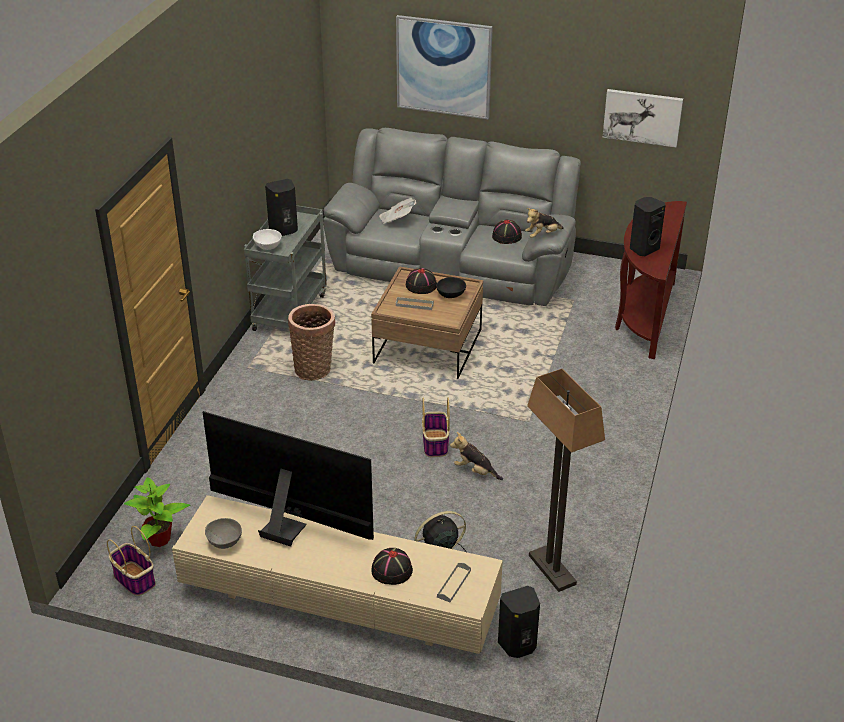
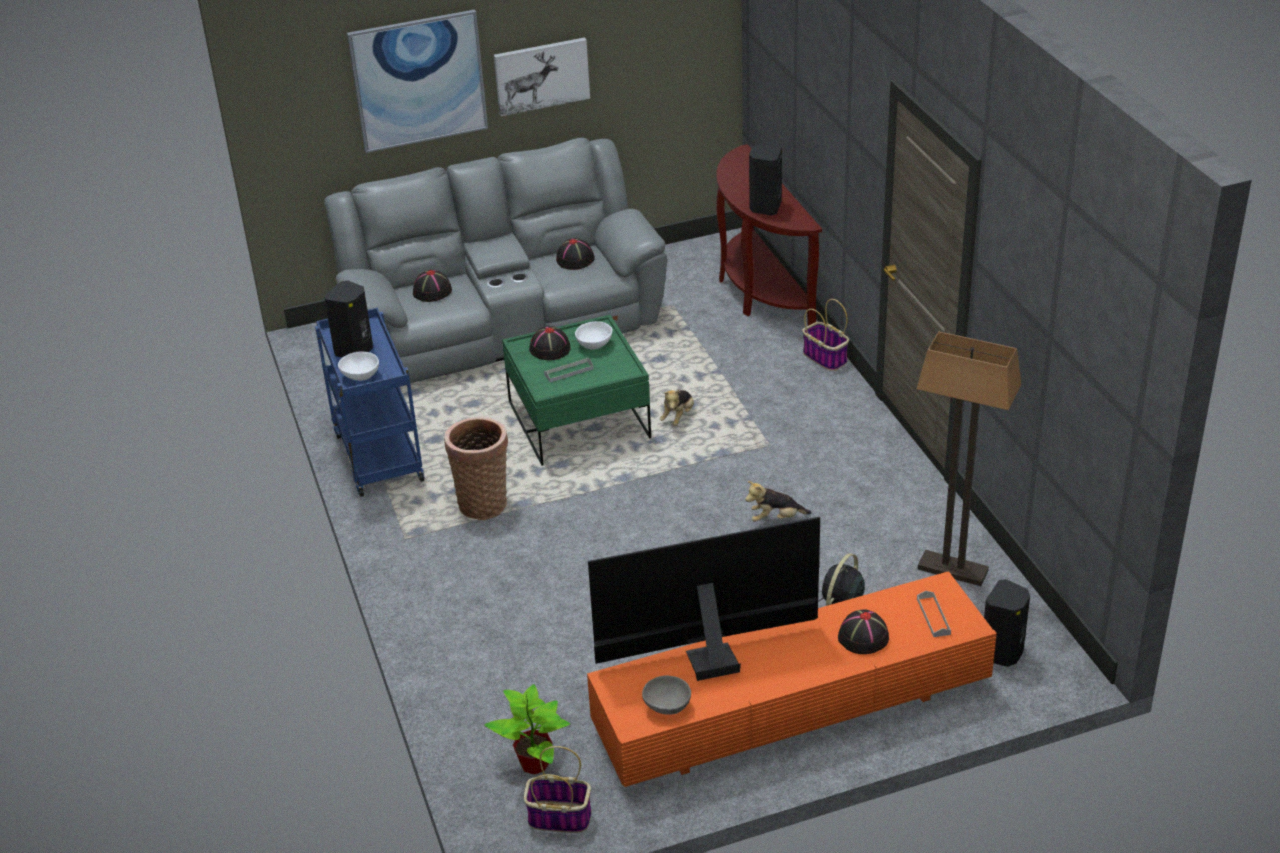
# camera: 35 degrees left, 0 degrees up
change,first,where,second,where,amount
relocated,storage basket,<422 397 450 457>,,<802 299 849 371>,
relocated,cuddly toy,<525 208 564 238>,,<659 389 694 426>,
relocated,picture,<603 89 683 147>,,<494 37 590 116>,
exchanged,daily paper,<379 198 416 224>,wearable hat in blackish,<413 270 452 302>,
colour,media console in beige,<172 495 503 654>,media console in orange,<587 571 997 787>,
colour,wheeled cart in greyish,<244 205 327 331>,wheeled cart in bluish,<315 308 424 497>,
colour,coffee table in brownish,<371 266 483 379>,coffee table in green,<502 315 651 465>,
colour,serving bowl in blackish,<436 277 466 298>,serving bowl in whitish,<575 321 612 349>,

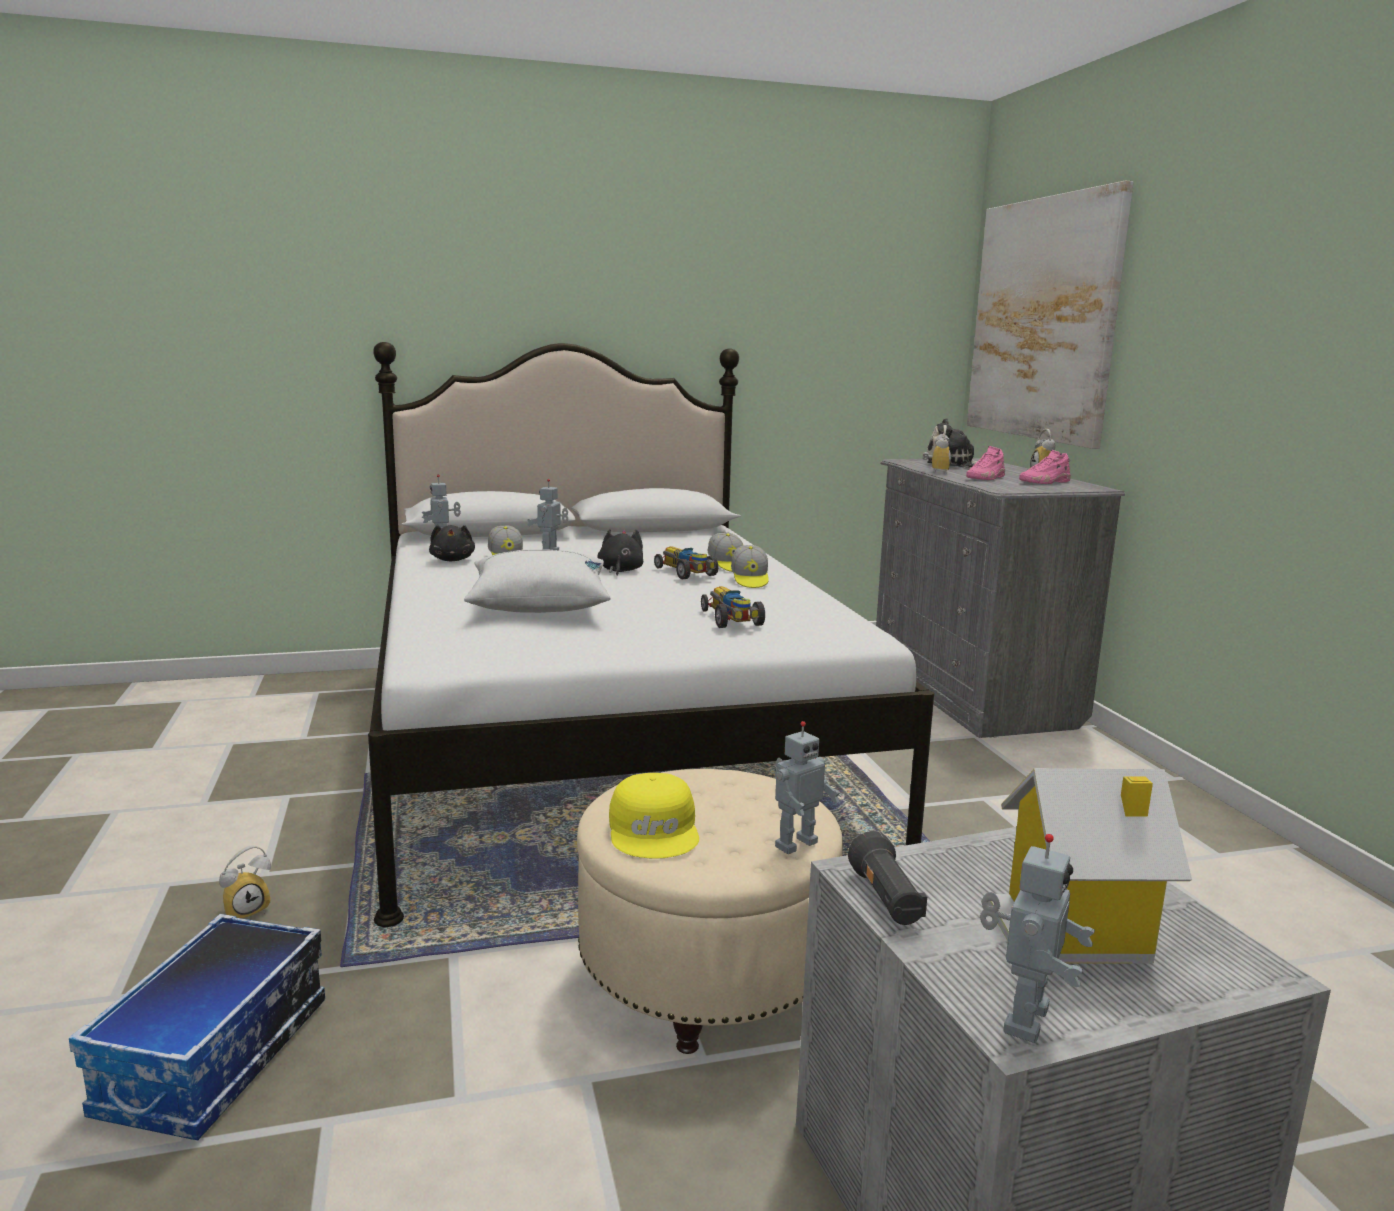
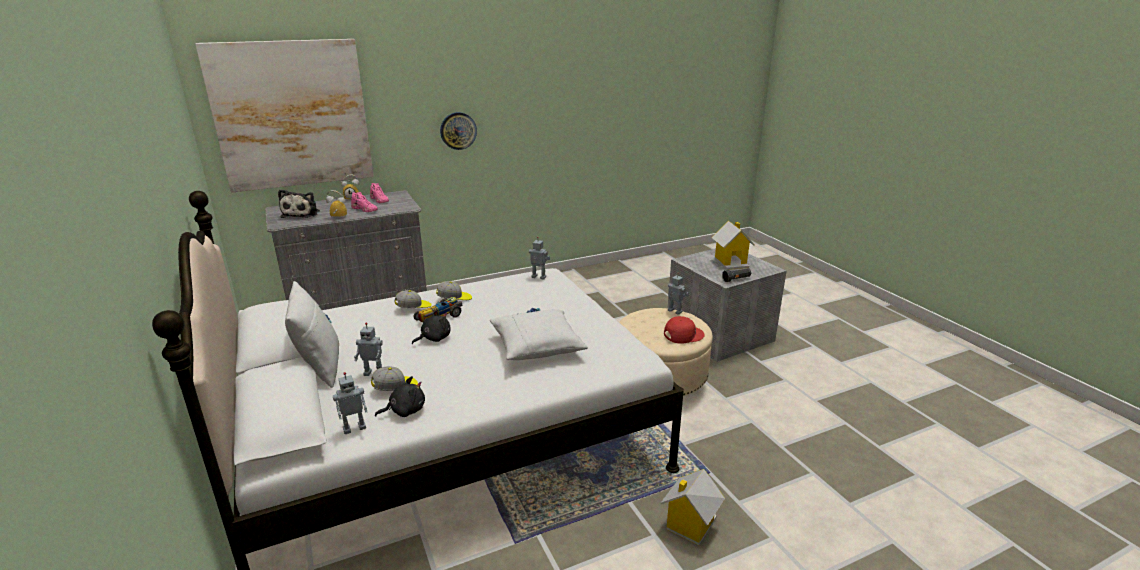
# camera: 100 degrees left, 10 degrees up
change,first,where,second,where,amount
missing,storage bin,<69 914 325 1140>,,,
missing,model car,<701 586 765 628>,,,
appeared,,,pillow in greyish,<285 281 339 388>,
appeared,,,clock on the wall,<440 112 477 150>,
relocated,toy robot,<980 834 1095 1043>,,<529 237 550 280>,
exchanged,bedside clock,<219 845 271 919>,miniature house,<661 469 725 545>,
colour,peaked cap in yellow-coloured,<609 773 699 859>,peaked cap in reddish,<664 316 705 344>,
spun,cuddly toy in blackish,<597 529 643 576>,,<412 310 451 345>,150 degrees clockwise

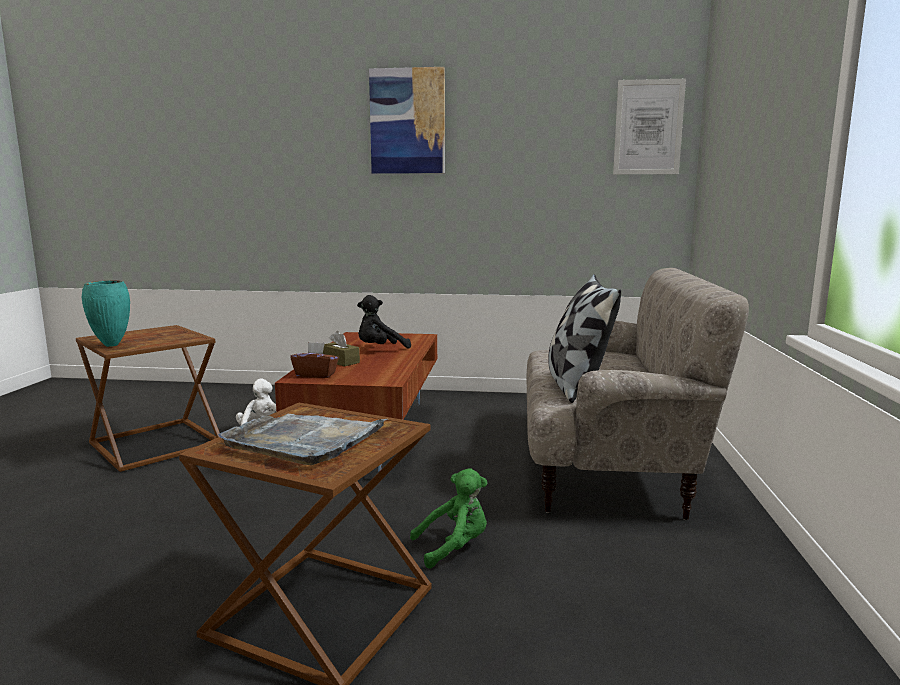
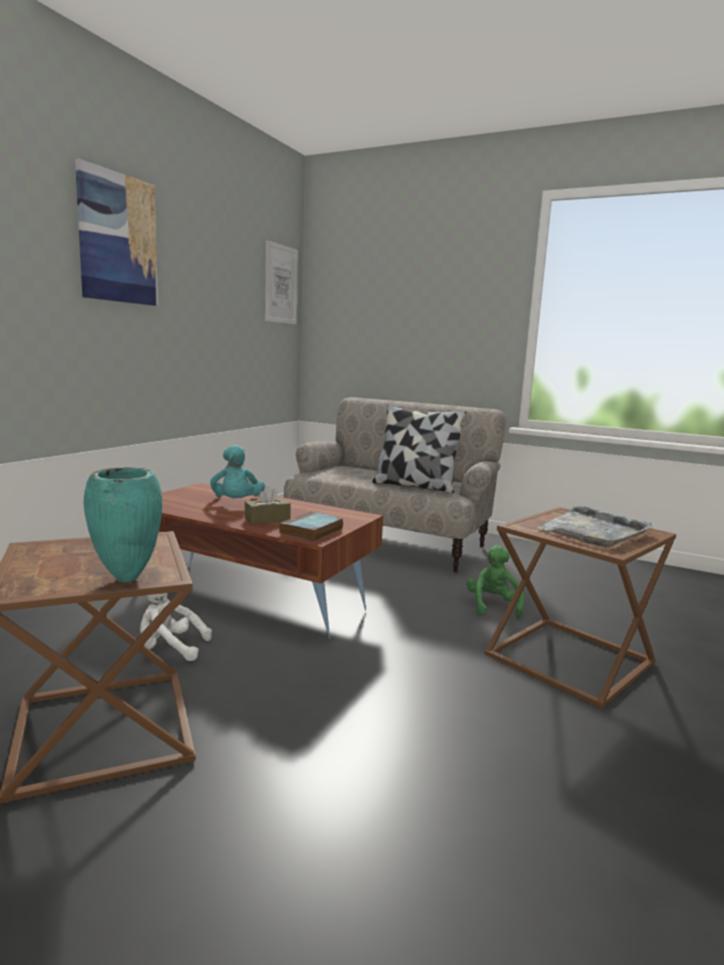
# camera: 70 degrees left, 0 degrees up
change,first,where,second,where,amount
exchanged,tissue holder in brownish,<290 342 339 378>,volume,<279 511 343 542>,
colour,cuddly toy in blackish,<357 295 411 349>,cuddly toy in turquoise,<210 445 265 498>,

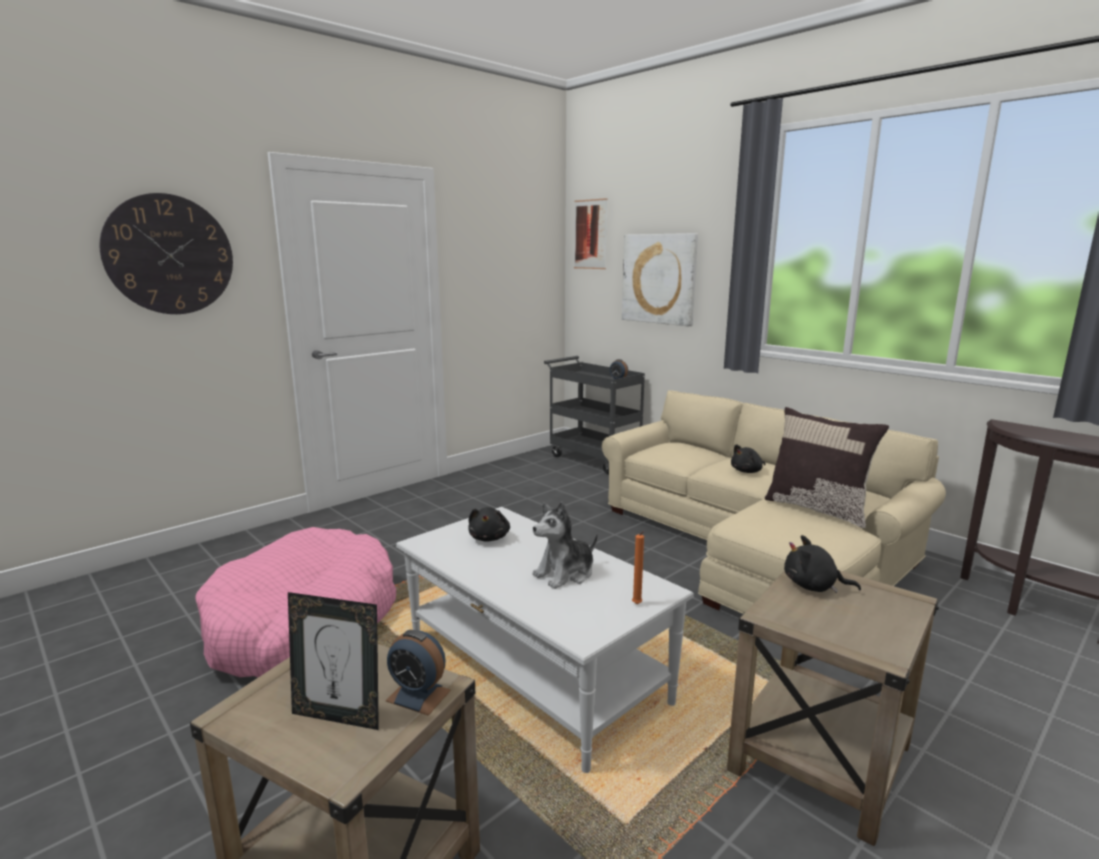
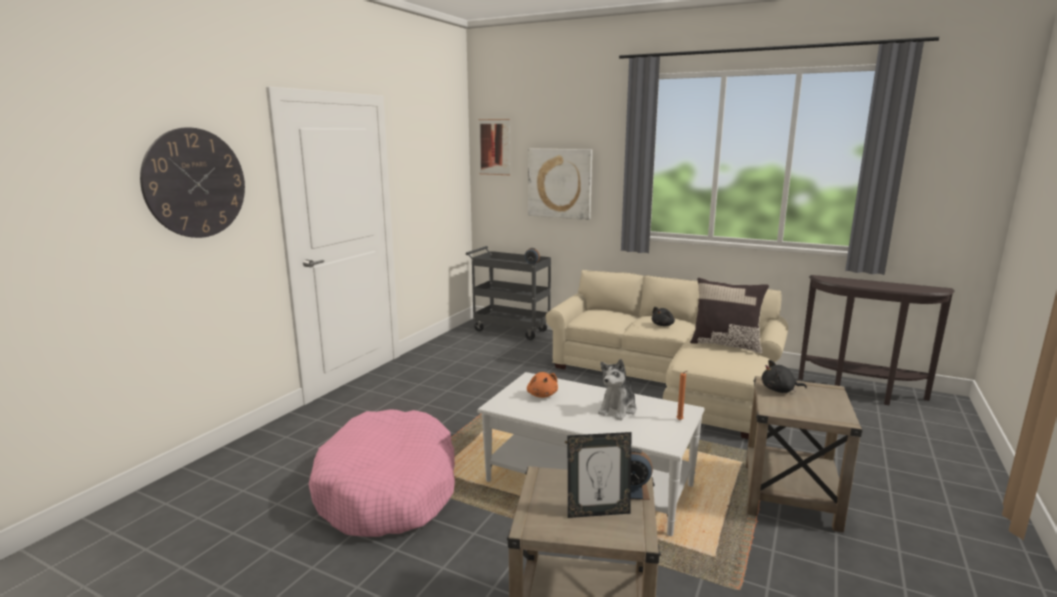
# camera: 20 degrees left, 0 degrees up
change,first,where,second,where,amount
colour,cuddly toy in blackish,<468 507 510 542>,cuddly toy in orange,<527 372 558 398>,

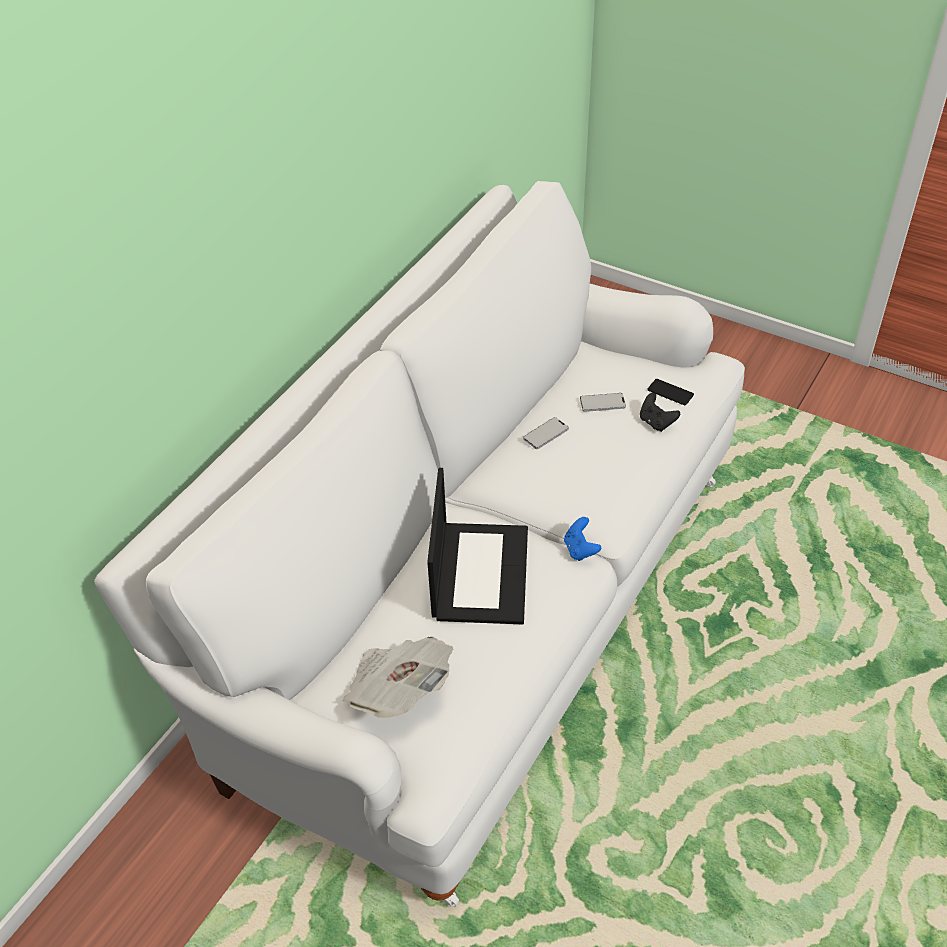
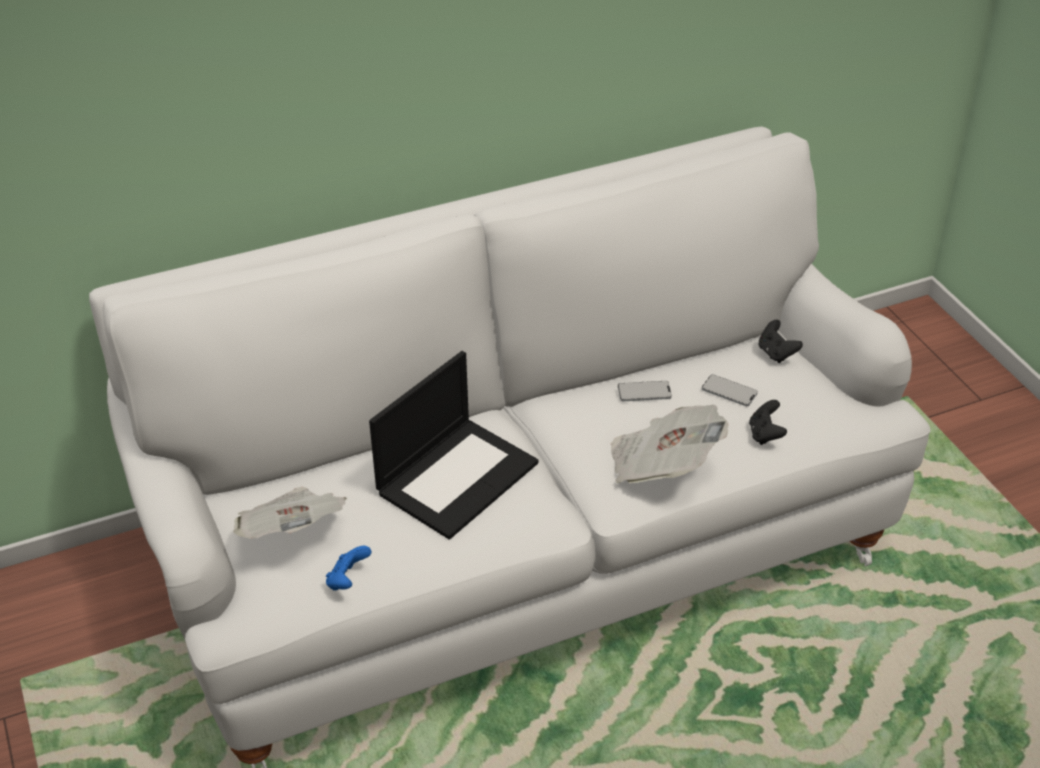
# camera: 35 degrees right, 5 degrees down
change,first,where,second,where,amount
missing,telephone,<647 379 694 405>,,,
appeared,,,daily paper,<611 405 728 483>,
appeared,,,gamepad in blackish,<759 320 803 363>,
relocated,gamepad in bluish,<564 517 601 561>,,<326 546 372 590>,

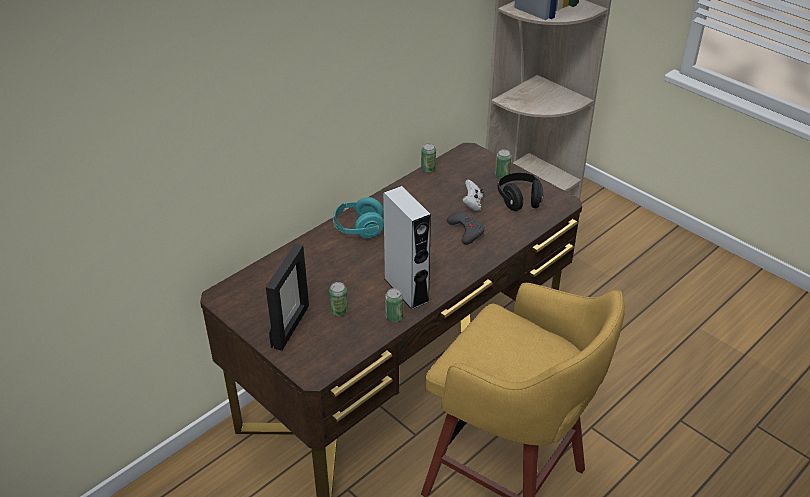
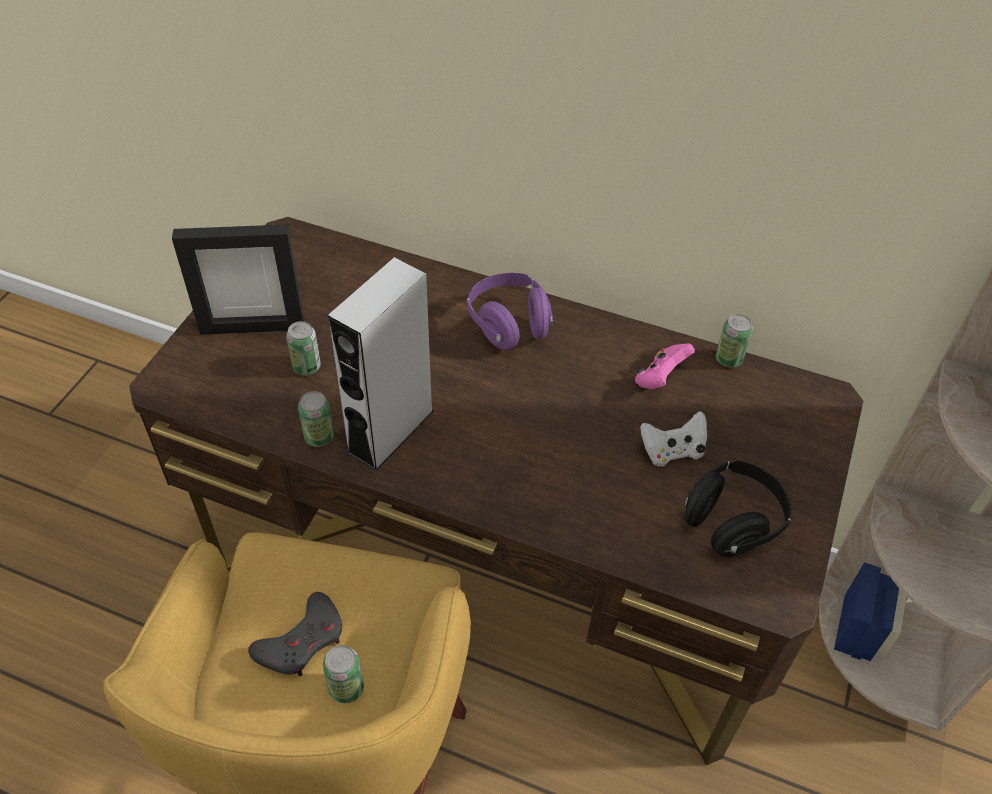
# camera: 65 degrees right, 10 degrees up
change,first,where,second,where,amount
appeared,,,gamepad in pink,<635 343 695 389>,
relocated,gamepad in greyish,<447 212 485 245>,,<248 592 342 677>,
relocated,metal can,<495 149 511 179>,,<323 645 364 703>,
colour,pair of headphones in turquoise,<333 197 384 238>,pair of headphones in purple-coloured,<467 273 553 350>,

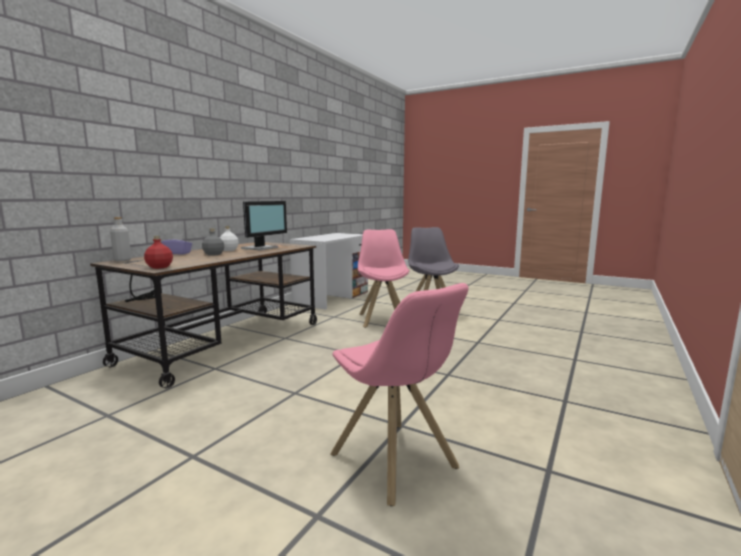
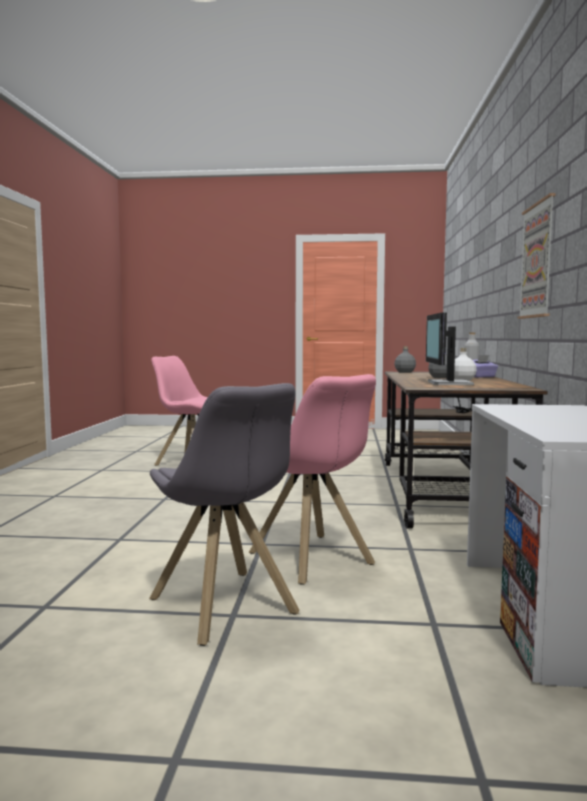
# camera: 155 degrees right, 5 degrees down
change,first,where,second,where,amount
appeared,,,picture,<517 193 556 319>,
colour,beverage bottle in reddish,<144 236 173 269>,beverage bottle in greyish,<394 346 416 373>,

